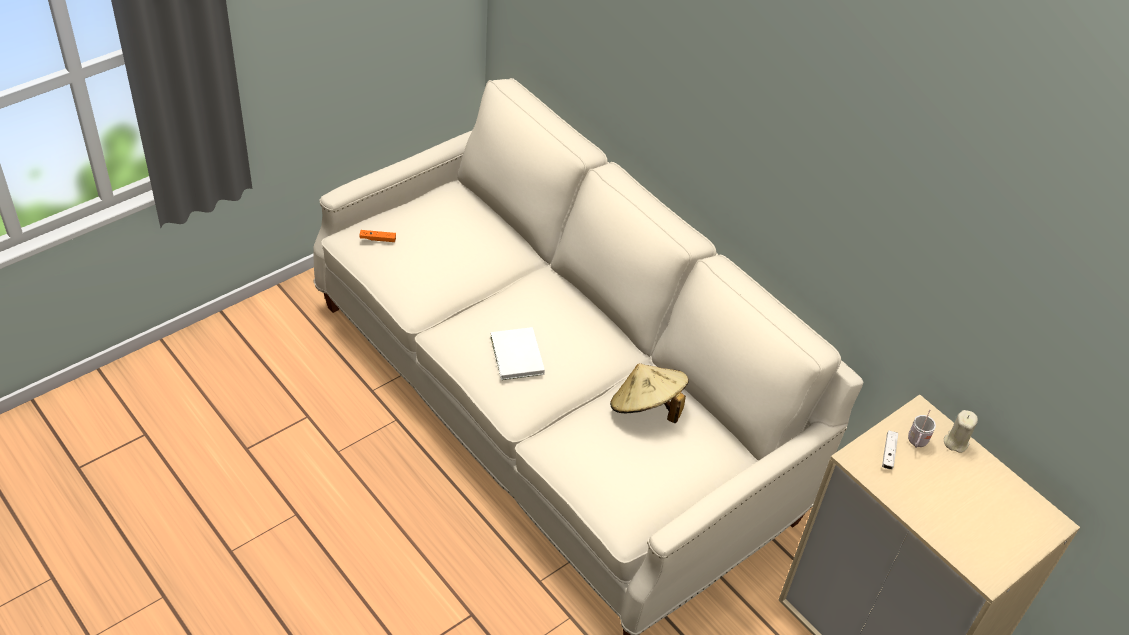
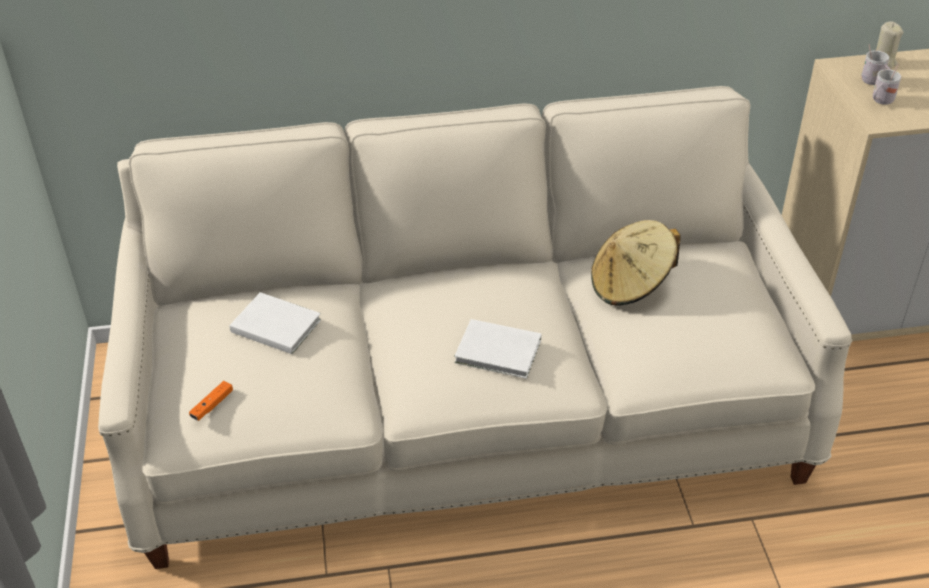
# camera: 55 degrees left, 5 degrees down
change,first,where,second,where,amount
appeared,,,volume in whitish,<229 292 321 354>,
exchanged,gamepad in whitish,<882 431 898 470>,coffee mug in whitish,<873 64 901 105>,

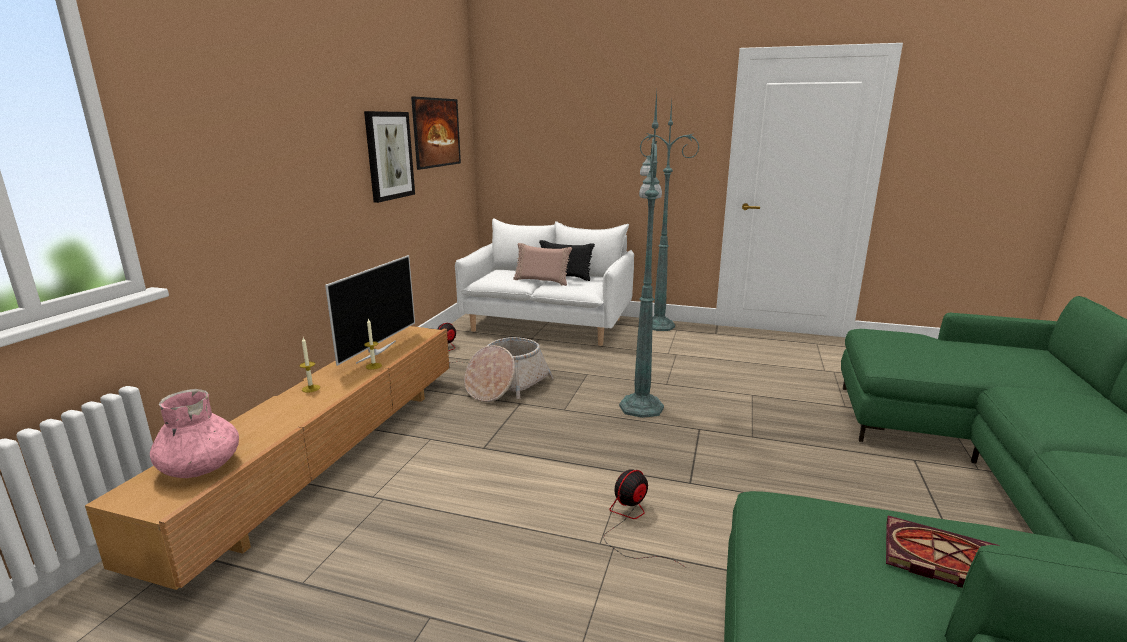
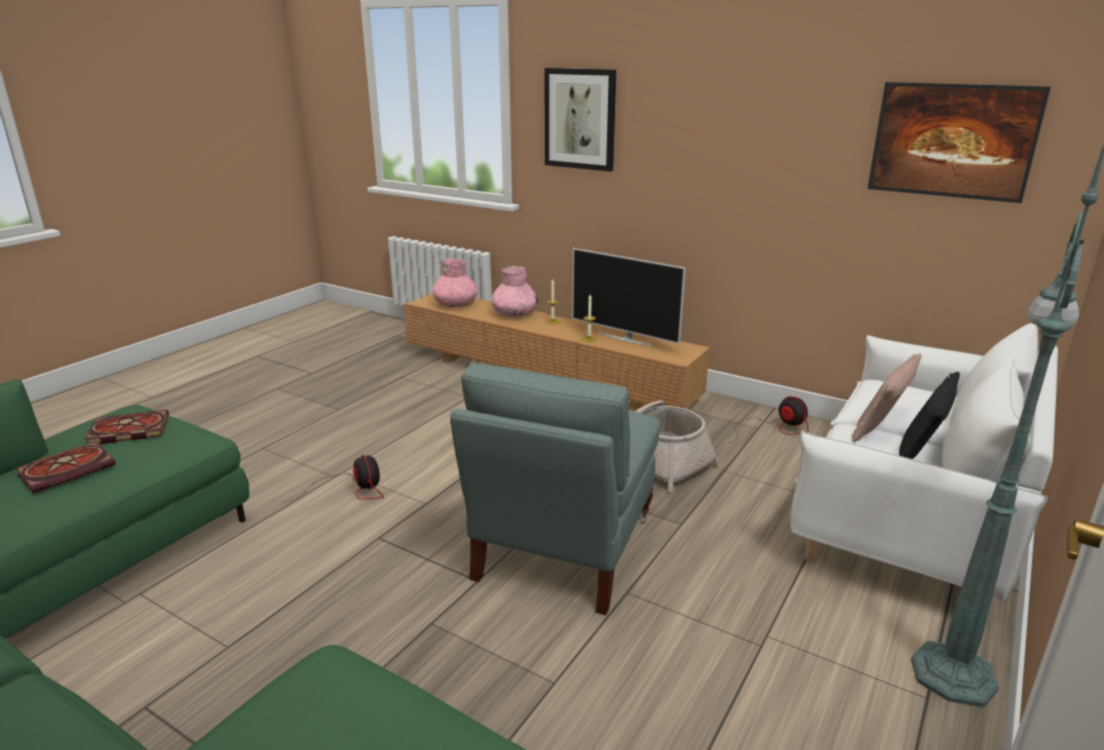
# camera: 105 degrees right, 5 degrees up
change,first,where,second,where,amount
appeared,,,volume,<85 409 169 444>,
appeared,,,flower vase in pink,<491 266 538 317>,
relocated,picture,<364 111 415 203>,,<544 68 616 172>,
exchanged,standing lamp in green,<619 92 664 418>,lounge chair in greyish,<450 362 660 615>,

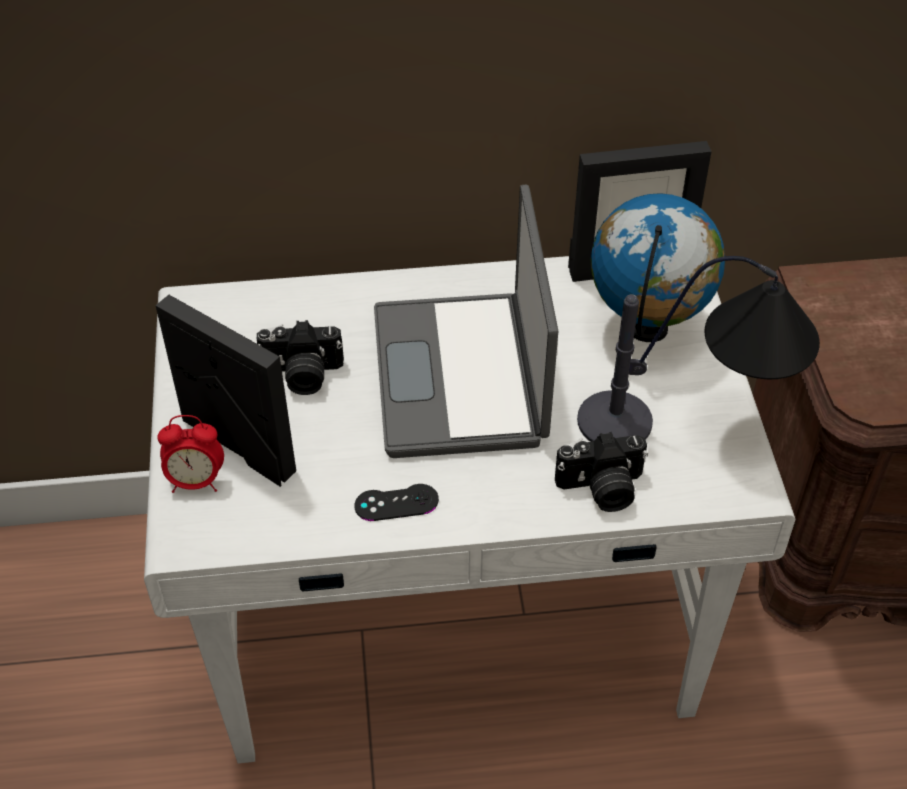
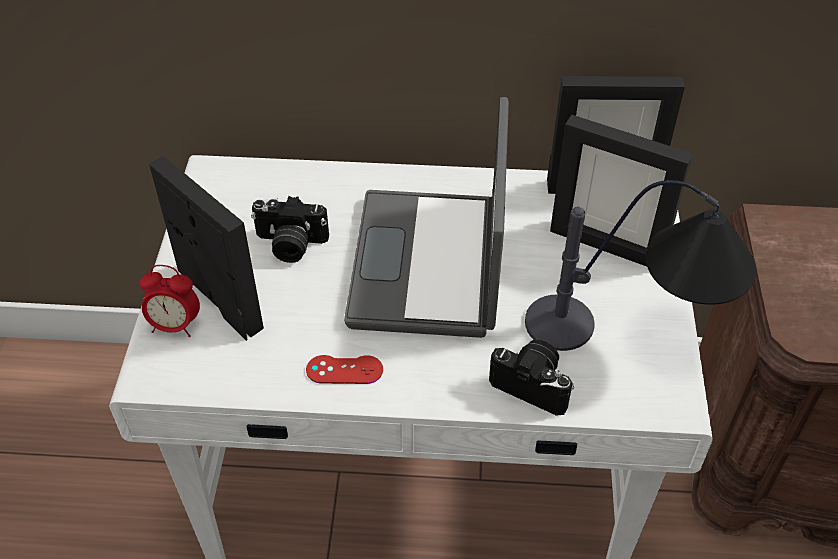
# camera: 10 degrees right, 0 degrees up
change,first,where,second,where,amount
exchanged,desk globe,<591 193 725 342>,picture frame,<550 115 693 266>,
colour,gamepad in blackish,<354 484 439 521>,gamepad in reddish,<306 355 383 384>,
spun,still camera,<555 432 648 512>,,<489 340 574 416>,150 degrees counterclockwise

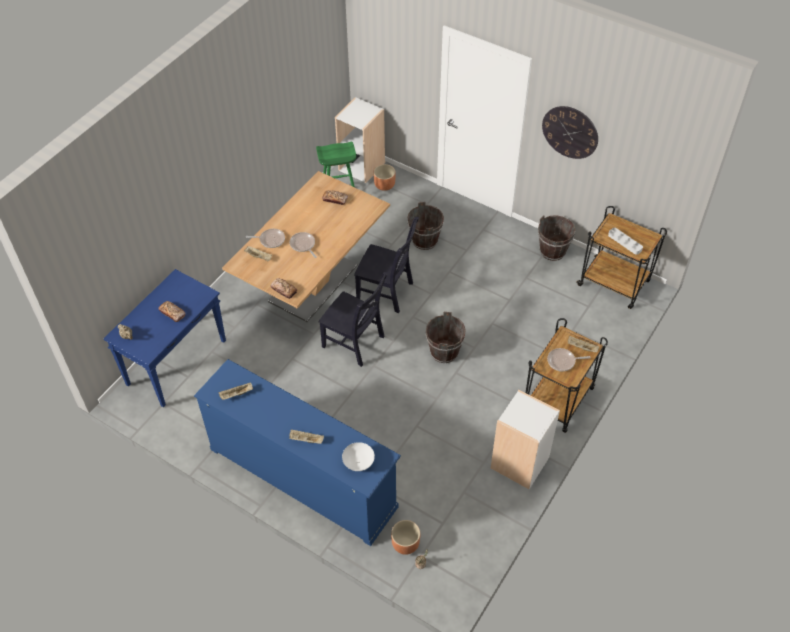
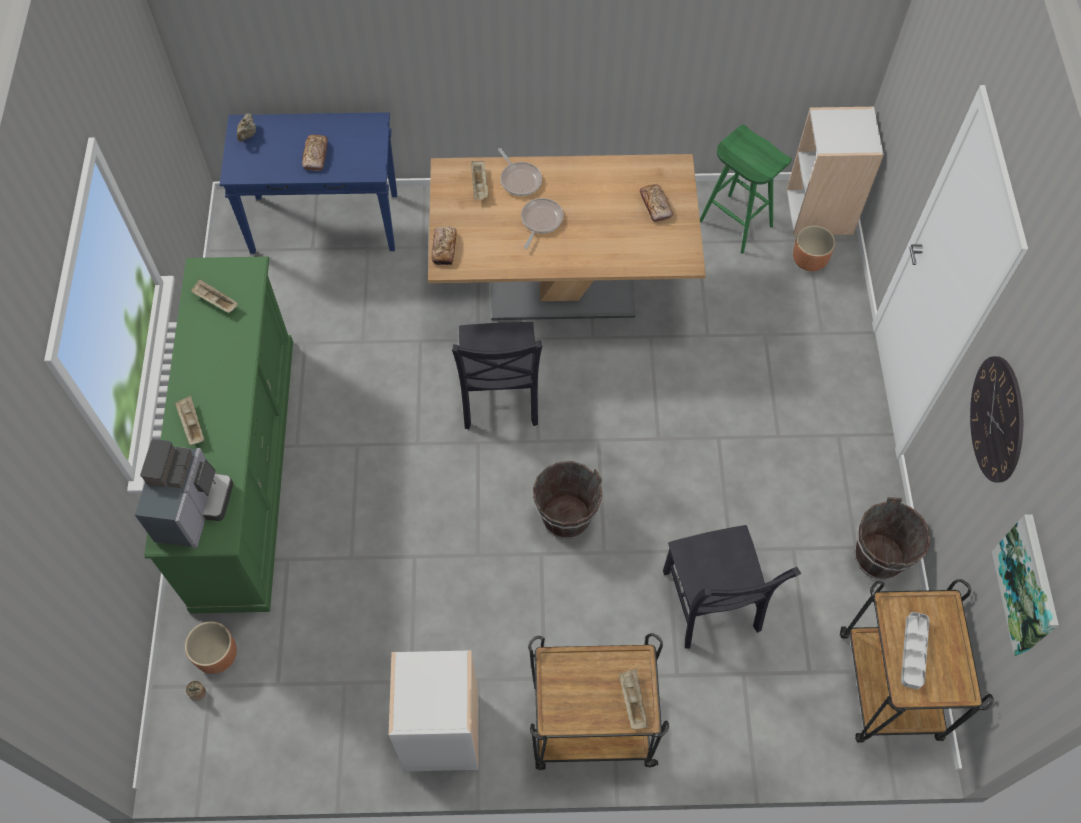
# camera: 55 degrees right, 10 degrees up
change,first,where,second,where,amount
missing,bucket in brownish,<408 202 444 250>,,,
missing,skillet,<547 348 591 371>,,,
appeared,,,picture,<992 514 1059 656>,
relocated,upright chair in blackish,<354 217 419 313>,,<663 525 801 649>,
exchanged,serving bowl in whitish,<342 442 375 471>,coffee machine,<135 439 233 549>,
colour,cupboard in bluish,<194 359 401 546>,cupboard in green,<144 257 293 614>,

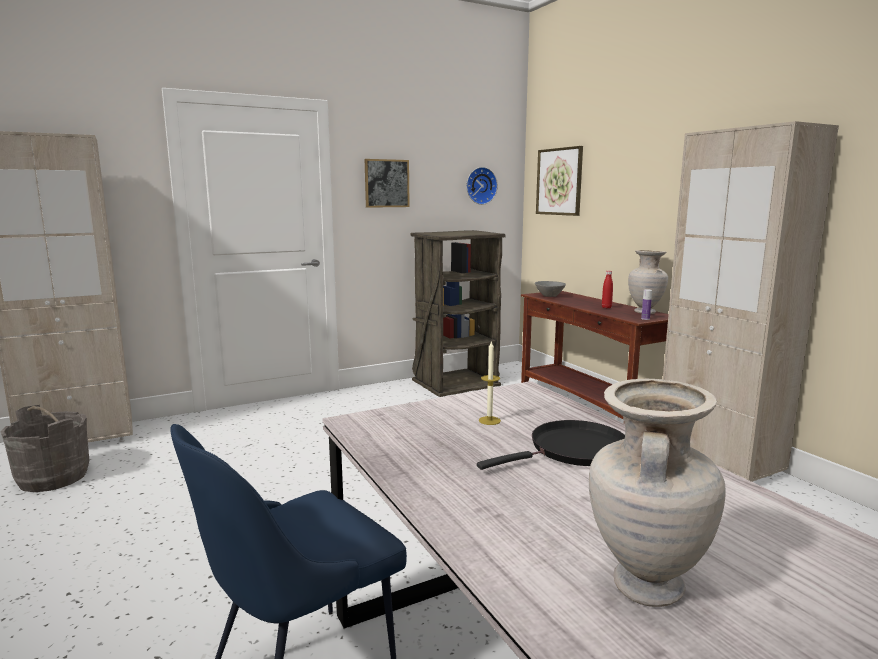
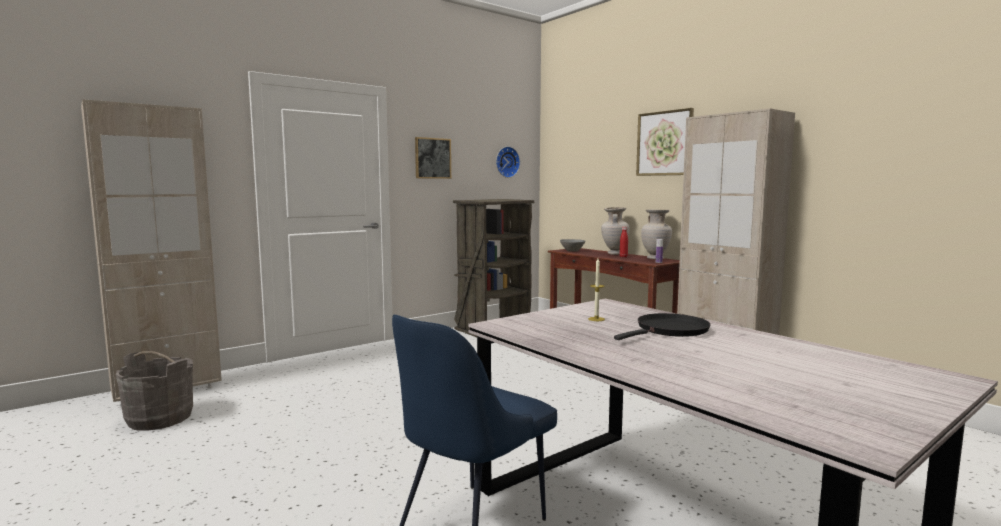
# camera: 10 degrees left, 5 degrees down
change,first,where,second,where,amount
relocated,picture,<536 146 583 216>,,<636 108 694 176>,
relocated,flower vase in beige,<589 379 726 607>,,<601 207 629 255>,

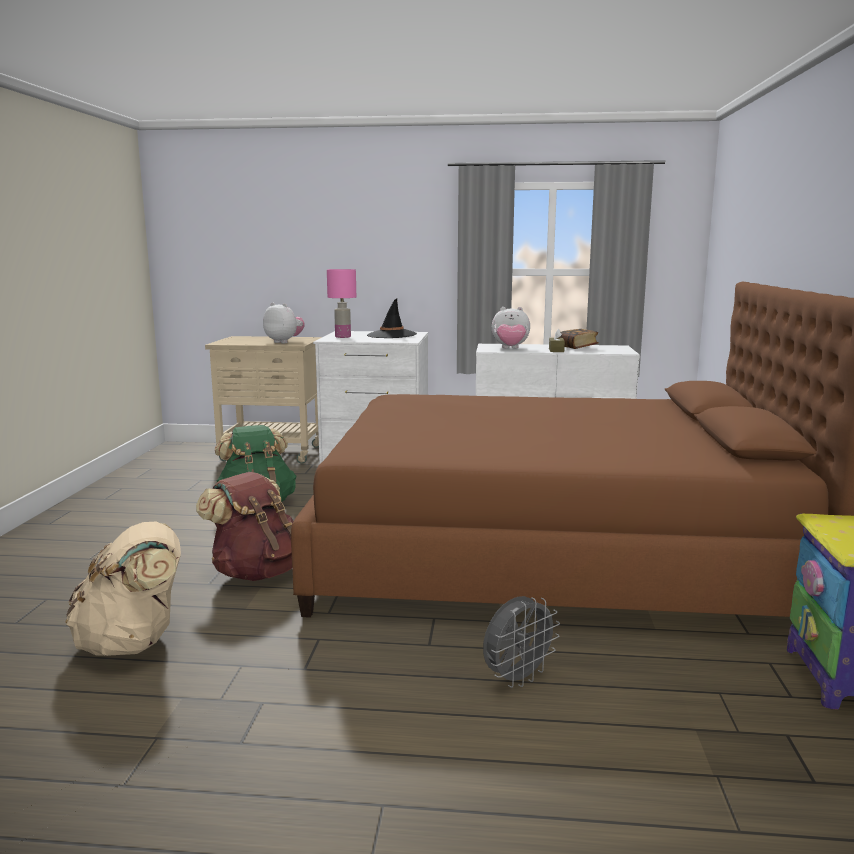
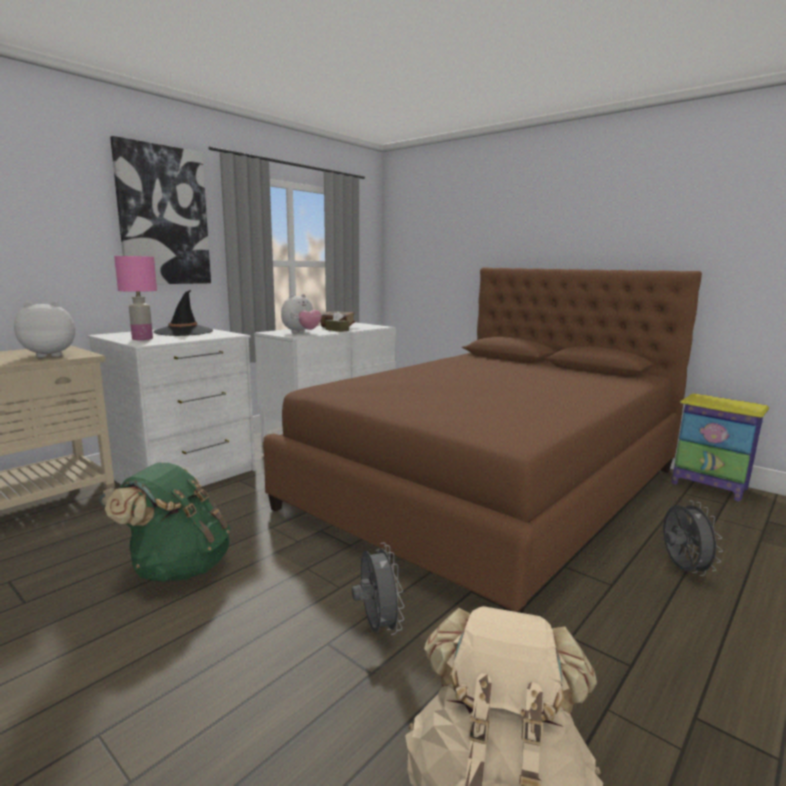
# camera: 55 degrees left, 0 degrees up
change,first,where,second,where,amount
appeared,,,picture,<110 136 211 284>,
exchanged,backpack in brownish,<196 472 293 581>,cooling fan in greyish,<352 543 404 635>,

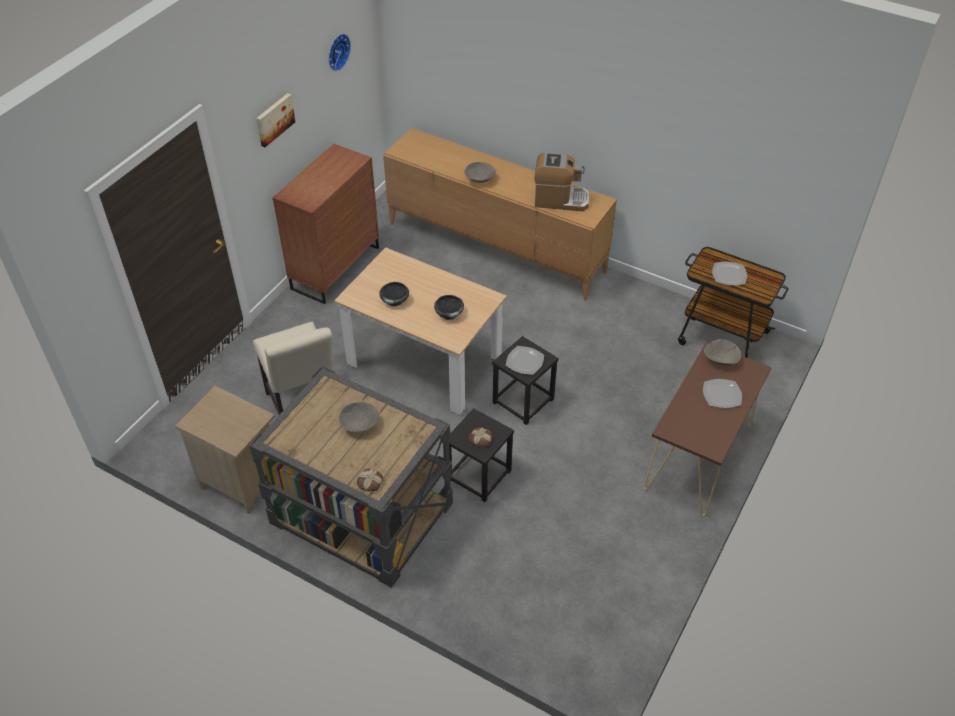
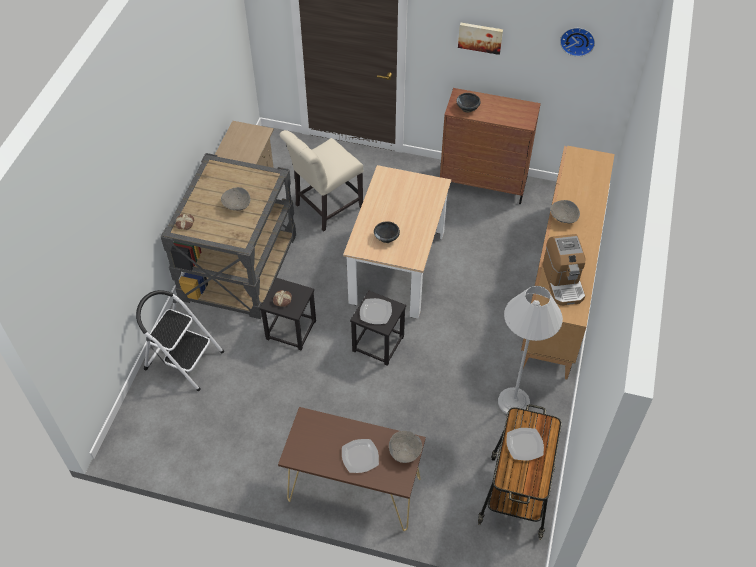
# camera: 75 degrees right, 5 degrees up
change,first,where,second,where,amount
appeared,,,step ladder,<136 290 224 391>,
appeared,,,standing lamp in whitish,<498 286 563 414>,
relocated,serving bowl in blackish,<379 282 409 306>,,<456 93 481 112>,

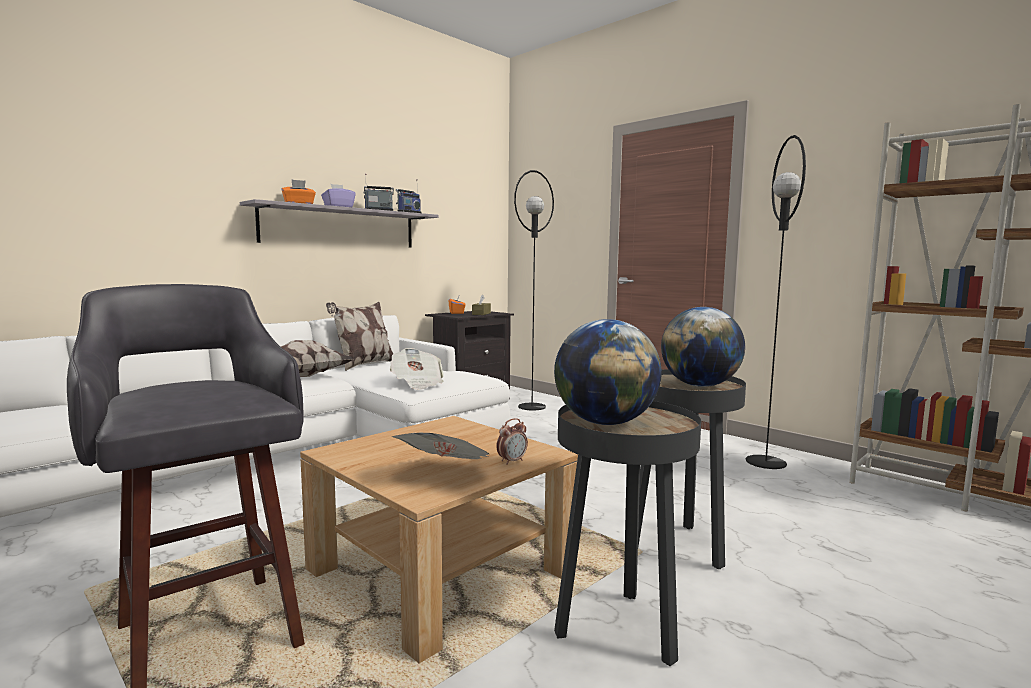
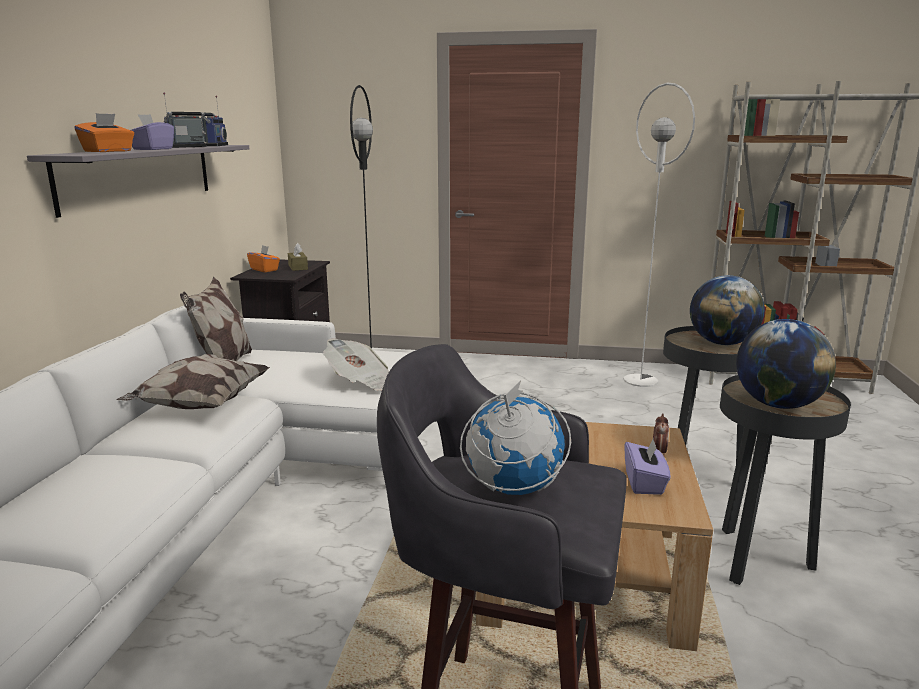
# camera: 35 degrees left, 10 degrees up
change,first,where,second,where,amount
appeared,,,desk globe,<460 380 571 495>,
exchanged,daily paper,<392 433 489 459>,tissue holder in purple-coloured,<624 437 671 495>,
colour,standing lamp in blackish,<746 135 806 469>,standing lamp in whitish,<624 83 695 387>,

